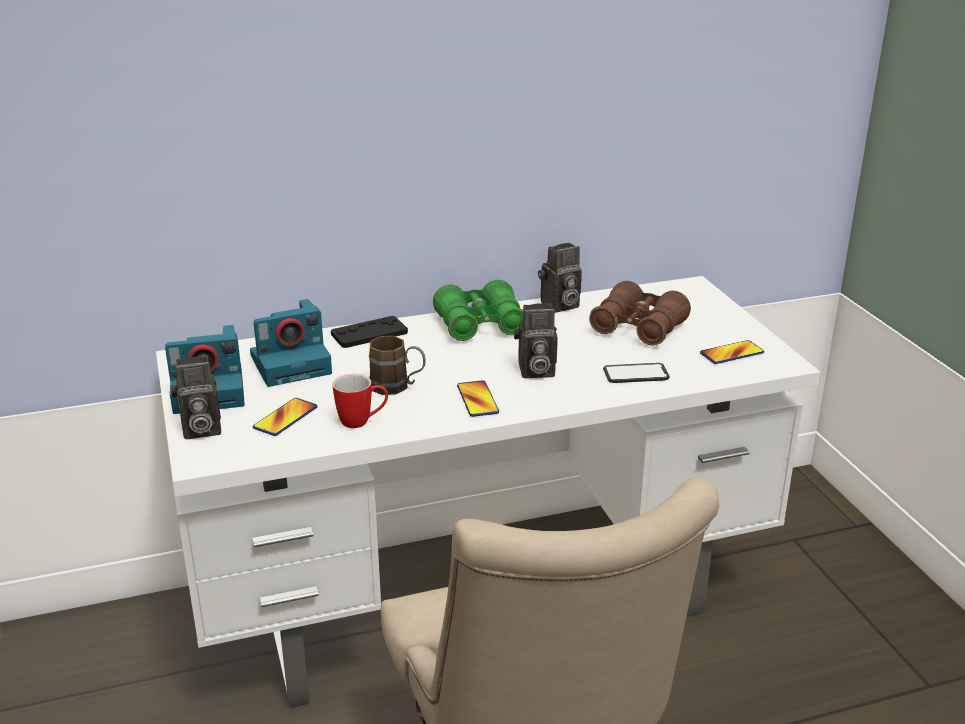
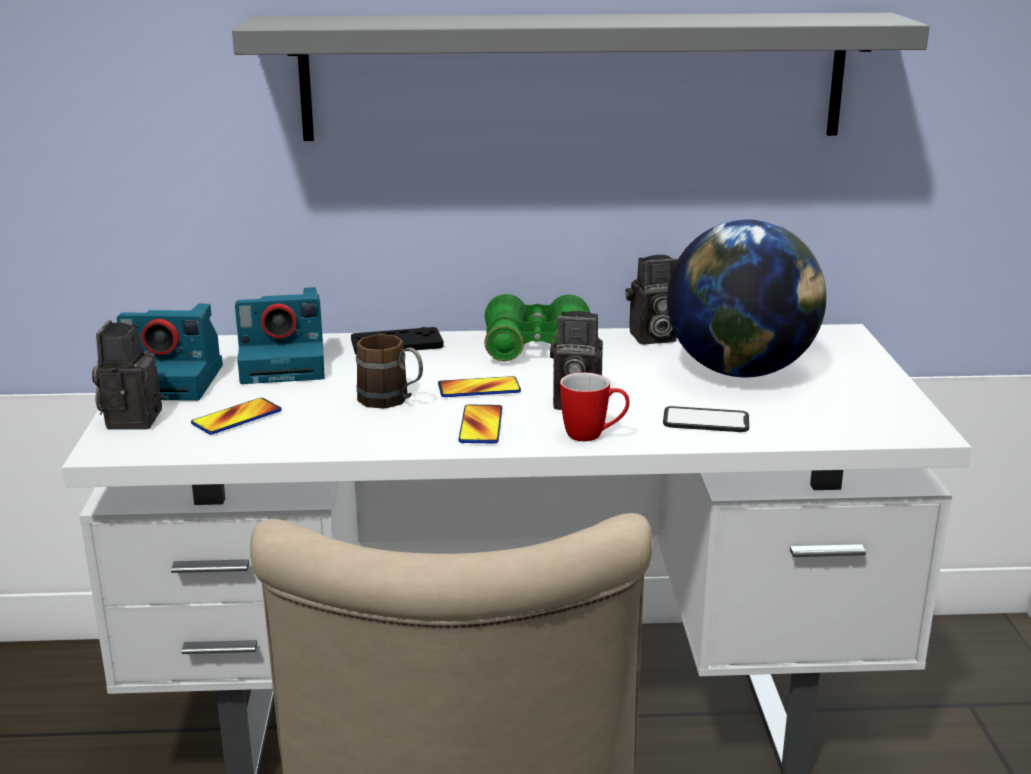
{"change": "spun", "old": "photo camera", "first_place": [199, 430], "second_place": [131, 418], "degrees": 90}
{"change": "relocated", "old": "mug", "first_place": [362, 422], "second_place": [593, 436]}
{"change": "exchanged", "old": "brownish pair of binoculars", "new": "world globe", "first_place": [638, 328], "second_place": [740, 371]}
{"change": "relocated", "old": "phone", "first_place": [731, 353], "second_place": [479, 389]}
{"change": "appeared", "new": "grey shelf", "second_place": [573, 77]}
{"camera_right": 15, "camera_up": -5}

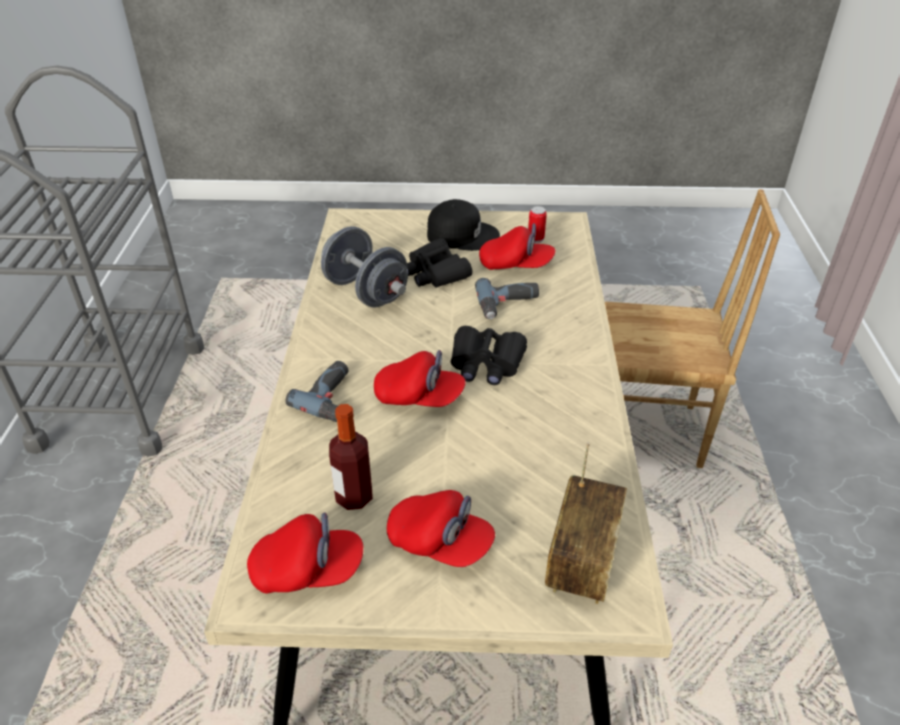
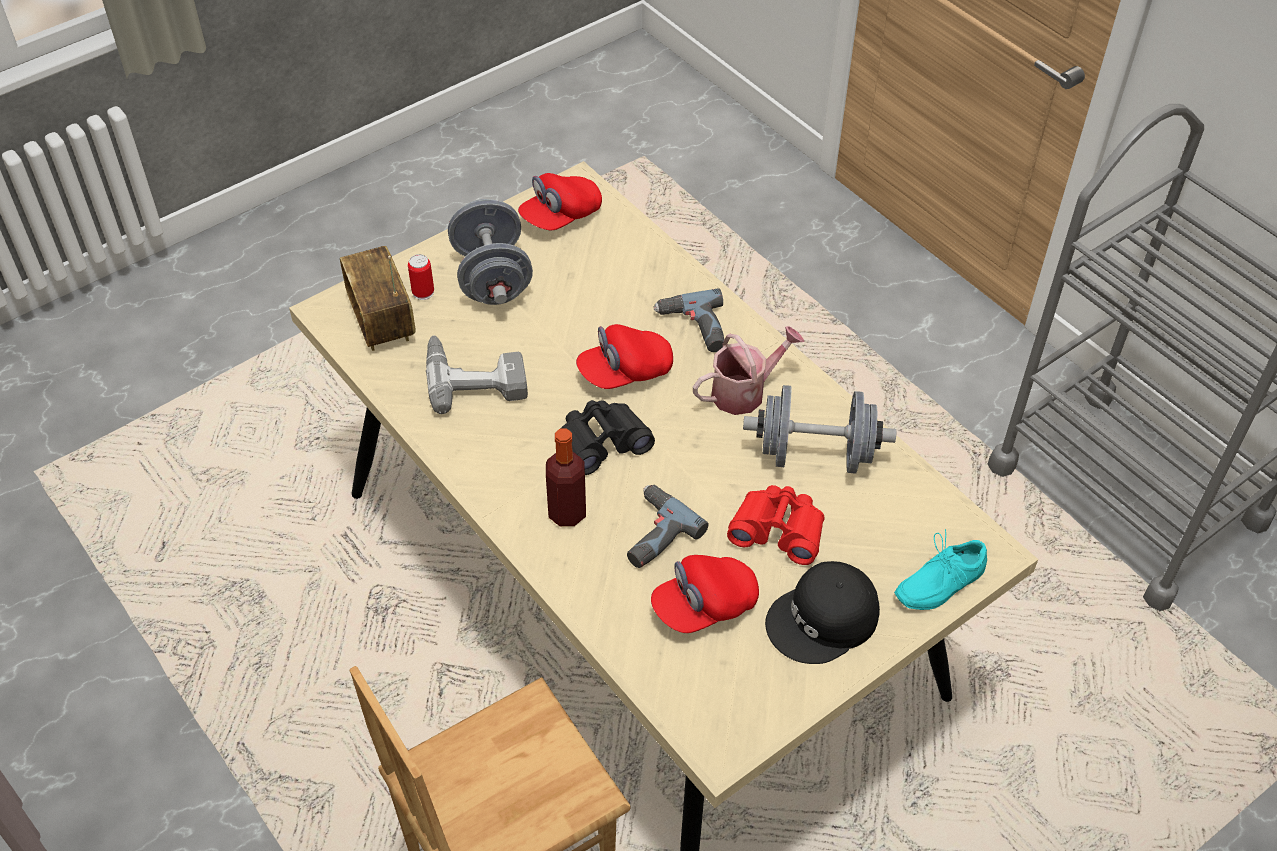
{"change": "relocated", "old": "drink bottle", "first_place": [354, 497], "second_place": [567, 513]}
{"change": "exchanged", "old": "reddish cap", "new": "grey free weight", "first_place": [440, 543], "second_place": [492, 277]}
{"change": "colour", "old": "blackish pair of binoculars", "new": "reddish pair of binoculars", "first_place": [435, 273], "second_place": [778, 530]}
{"change": "relocated", "old": "can", "first_place": [535, 239], "second_place": [423, 292]}
{"change": "appeared", "new": "drill", "second_place": [475, 376]}
{"change": "appeared", "new": "sprinkling can", "second_place": [744, 391]}
{"change": "appeared", "new": "turquoise low shoe", "second_place": [937, 581]}
{"camera_right": 140, "camera_up": 10}

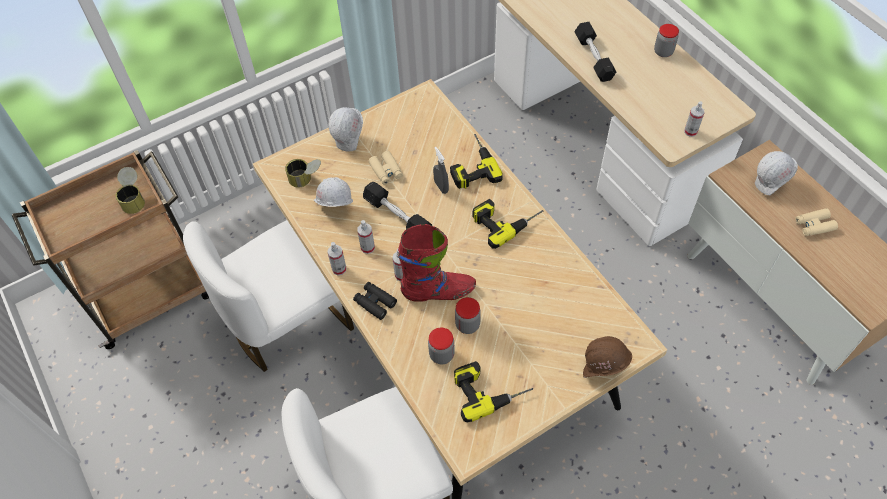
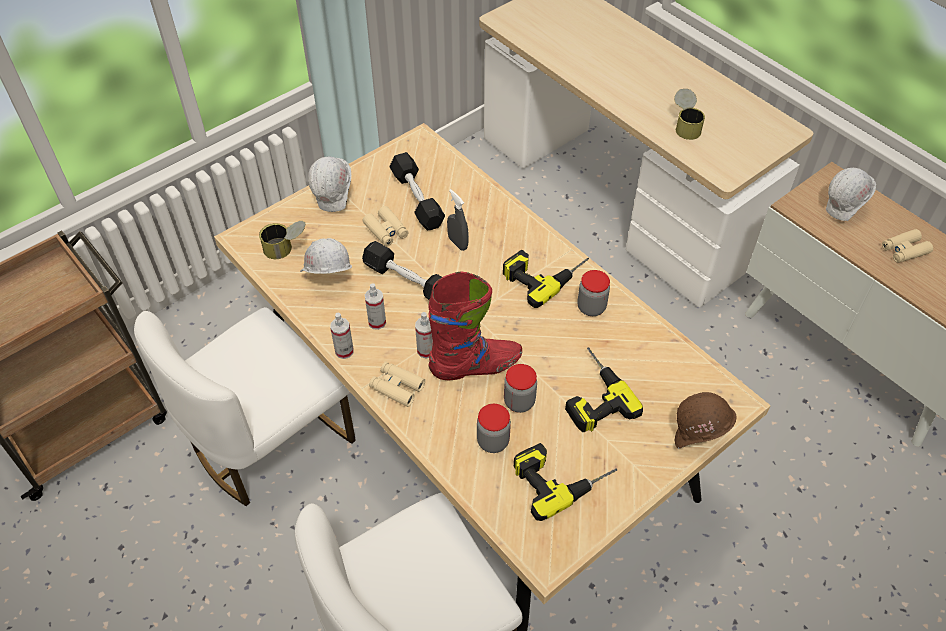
{"change": "relocated", "old": "can", "first_place": [134, 198], "second_place": [685, 126]}
{"change": "colour", "old": "blackish pair of binoculars", "new": "beige-coloured pair of binoculars", "first_place": [375, 302], "second_place": [397, 387]}
{"change": "relocated", "old": "drill", "first_place": [471, 165], "second_place": [591, 394]}
{"change": "relocated", "old": "blackish free weight", "first_place": [593, 58], "second_place": [417, 199]}
{"change": "relocated", "old": "storage jar", "first_place": [663, 52], "second_place": [591, 307]}
{"change": "missing", "old": "spray bottle", "first_place": [690, 131]}
{"camera_right": -10, "camera_up": -5}

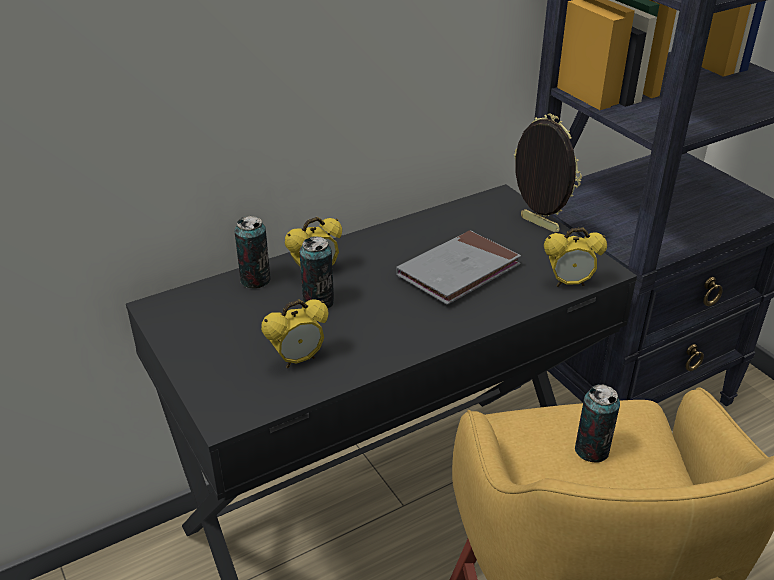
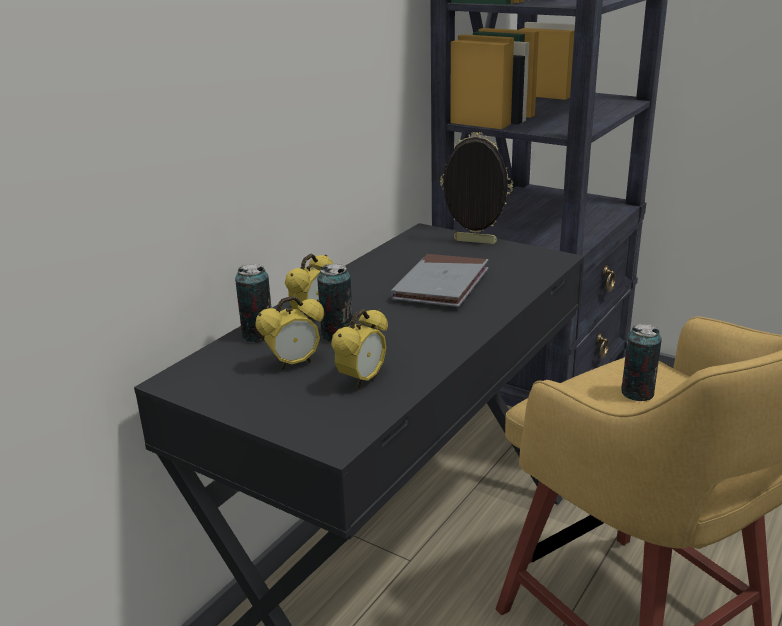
{"change": "relocated", "old": "alarm clock", "first_place": [569, 283], "second_place": [294, 364]}
{"camera_right": -25, "camera_up": -10}

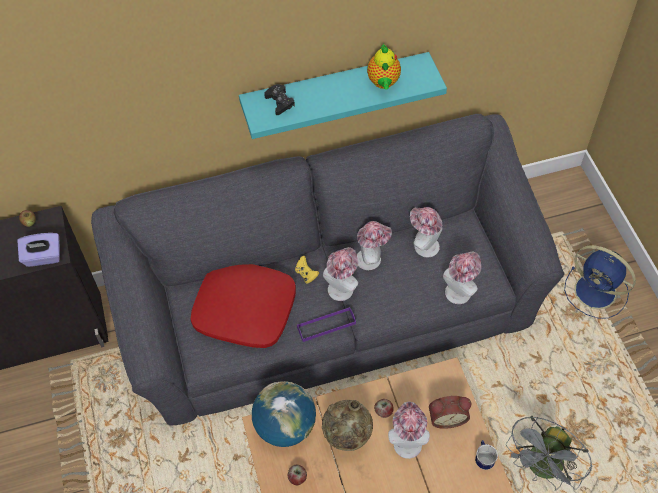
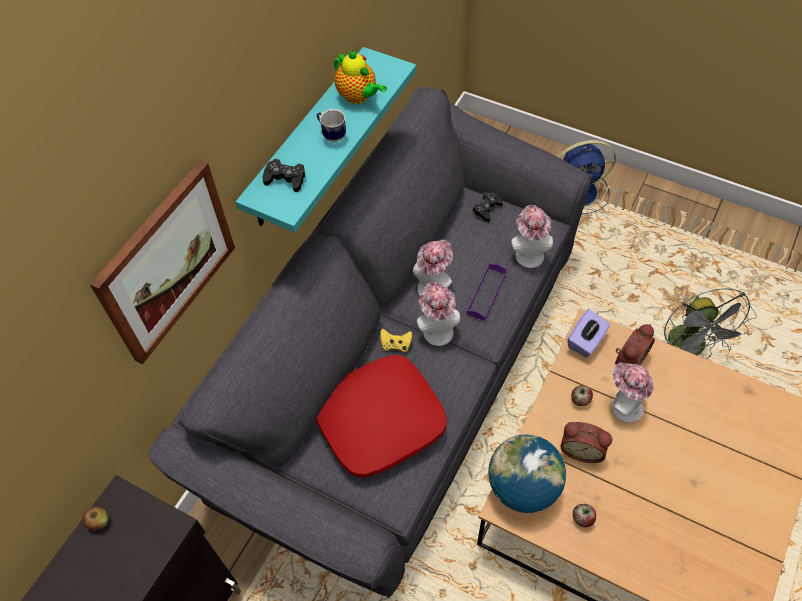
{"change": "relocated", "old": "purple box of tissues", "first_place": [43, 257], "second_place": [586, 341]}
{"change": "relocated", "old": "purple carrying tray", "first_place": [326, 325], "second_place": [486, 293]}
{"change": "exchanged", "old": "beige-coloured flower vase", "new": "alarm clock", "first_place": [347, 440], "second_place": [582, 449]}
{"change": "missing", "old": "clothing hat", "first_place": [423, 245]}
{"change": "relocated", "old": "mug", "first_place": [483, 459], "second_place": [331, 135]}
{"change": "appeared", "new": "picture", "second_place": [166, 262]}
{"change": "appeared", "new": "blackish joypad", "second_place": [487, 209]}
{"camera_right": -45, "camera_up": 0}

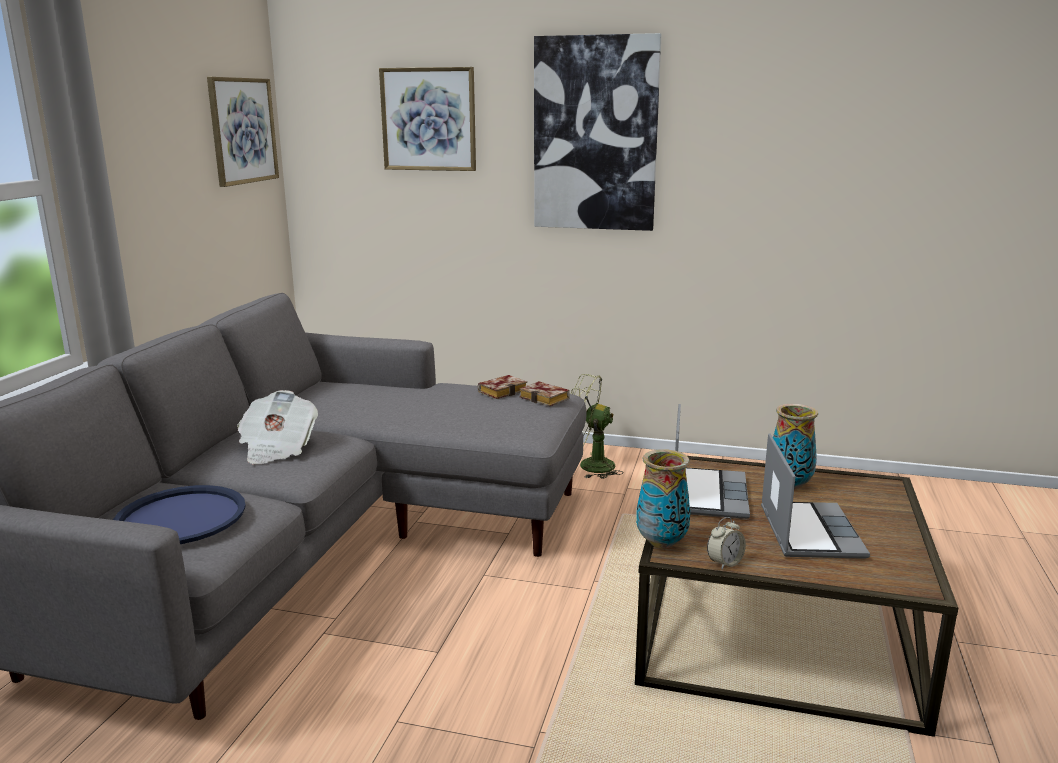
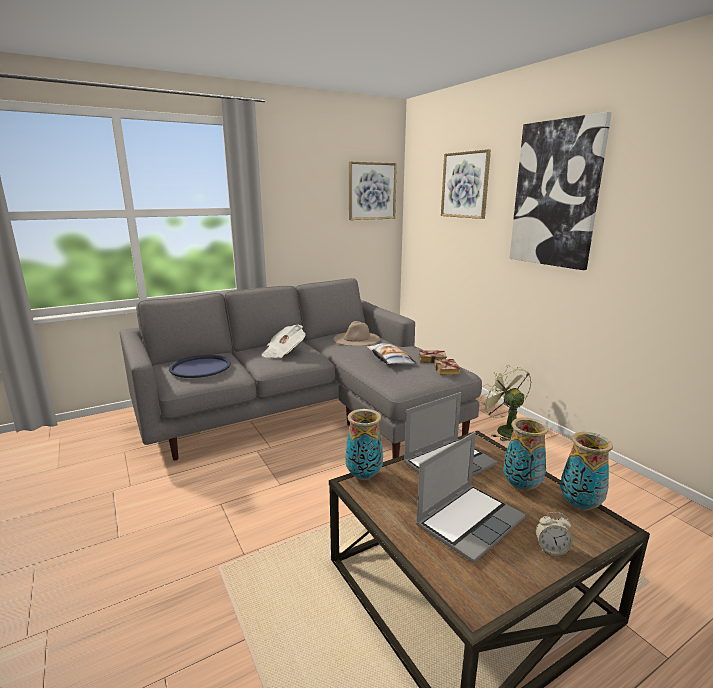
{"change": "relocated", "old": "alarm clock", "first_place": [725, 563], "second_place": [551, 549]}
{"change": "appeared", "new": "beige-coloured clothing hat", "second_place": [356, 338]}
{"change": "appeared", "new": "throw pillow", "second_place": [390, 359]}
{"change": "appeared", "new": "flower vase", "second_place": [579, 505]}
{"camera_right": 45, "camera_up": 0}

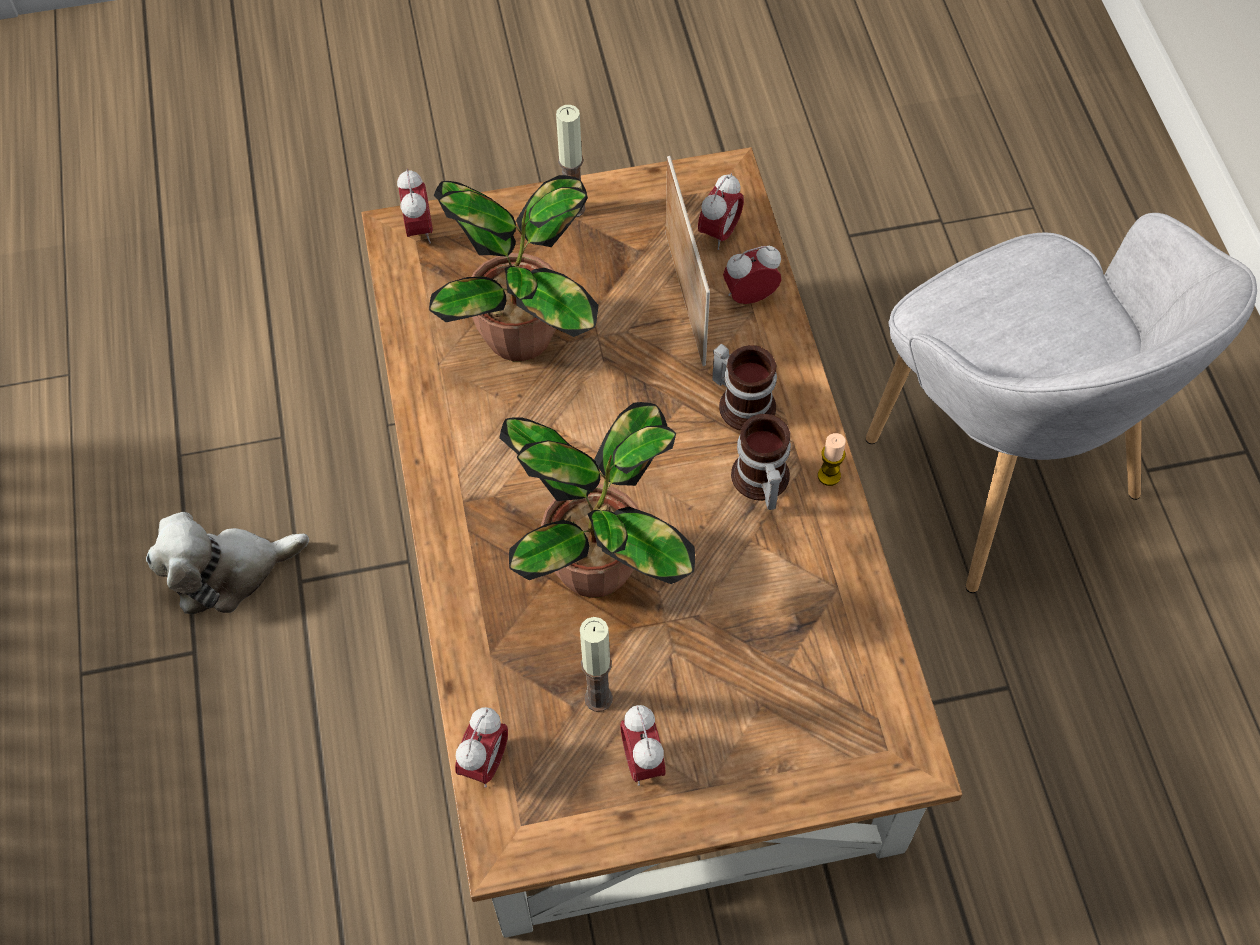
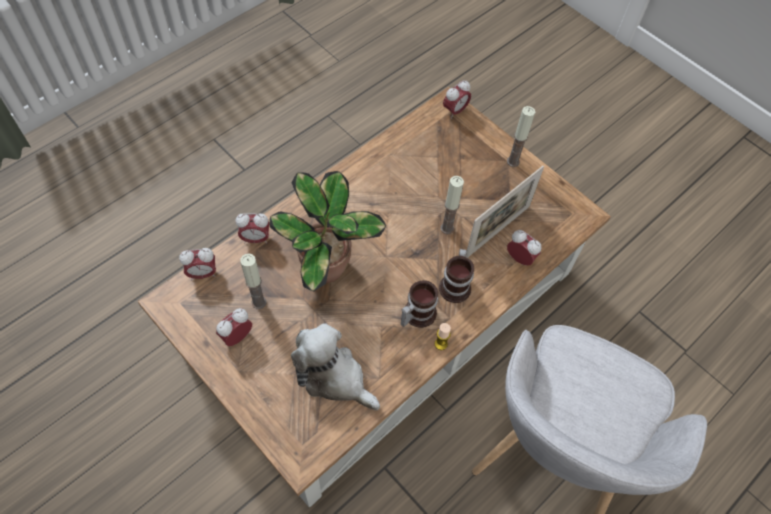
{"change": "relocated", "old": "plush toy", "first_place": [228, 572], "second_place": [334, 376]}
{"change": "missing", "old": "houseplant", "first_place": [524, 333]}
{"change": "relocated", "old": "alarm clock", "first_place": [719, 233], "second_place": [255, 239]}
{"change": "appeared", "new": "candle", "second_place": [447, 228]}
{"camera_right": 55, "camera_up": 0}

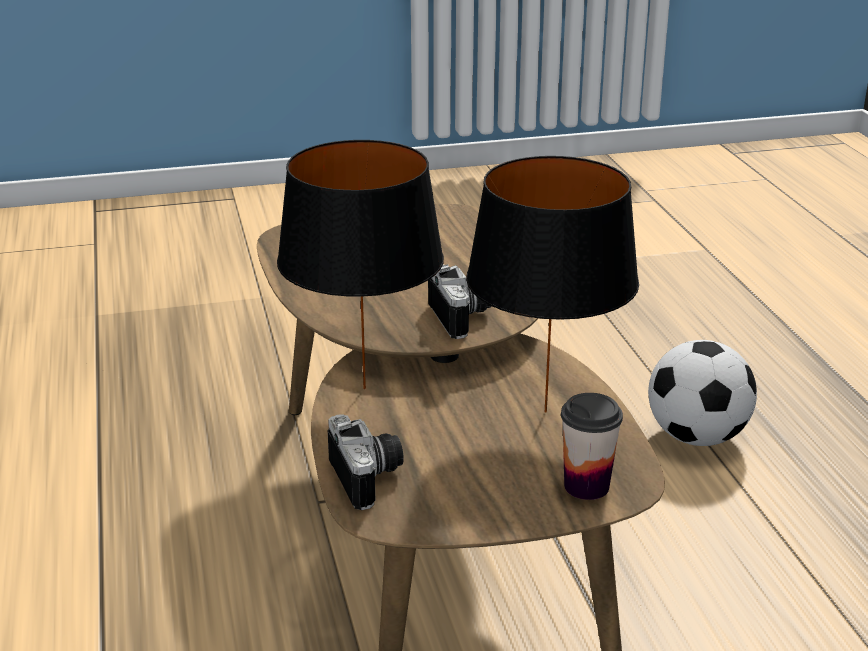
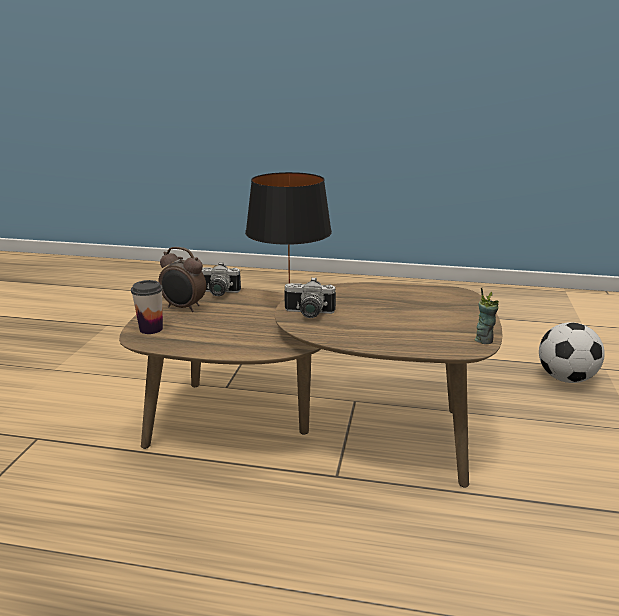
{"change": "missing", "old": "blackish table lamp", "first_place": [544, 412]}
{"change": "relocated", "old": "ball for football", "first_place": [696, 437], "second_place": [566, 379]}
{"change": "appeared", "new": "alarm clock", "second_place": [184, 308]}
{"change": "appeared", "new": "cup", "second_place": [484, 340]}
{"camera_right": 115, "camera_up": -5}

